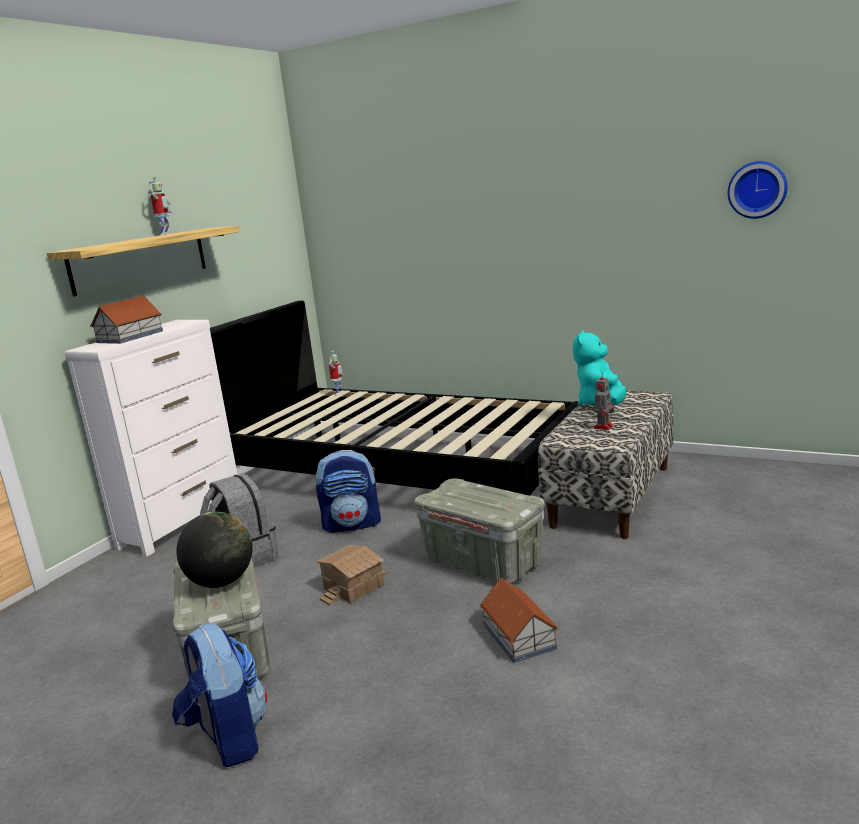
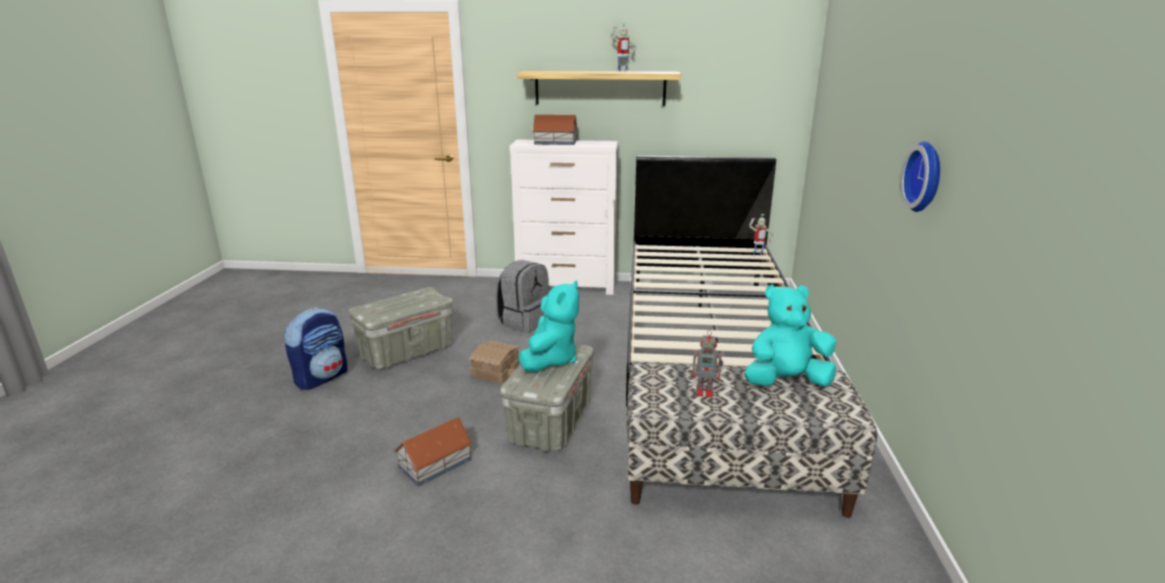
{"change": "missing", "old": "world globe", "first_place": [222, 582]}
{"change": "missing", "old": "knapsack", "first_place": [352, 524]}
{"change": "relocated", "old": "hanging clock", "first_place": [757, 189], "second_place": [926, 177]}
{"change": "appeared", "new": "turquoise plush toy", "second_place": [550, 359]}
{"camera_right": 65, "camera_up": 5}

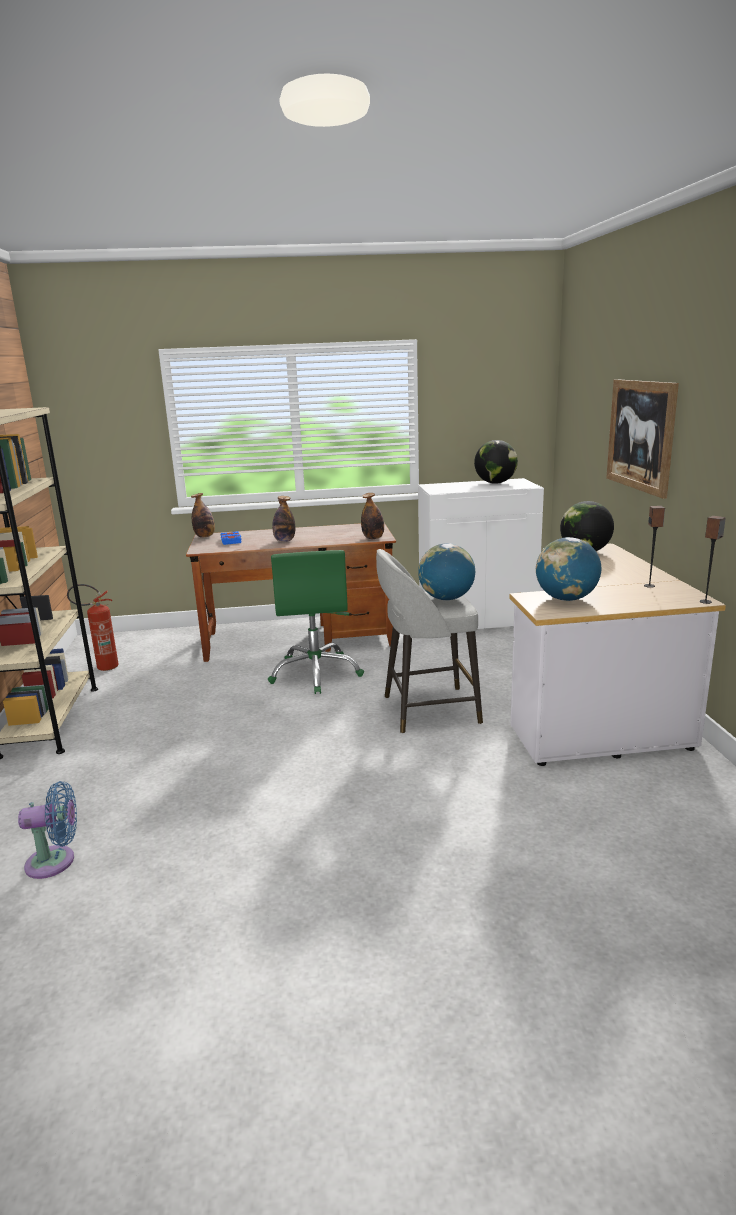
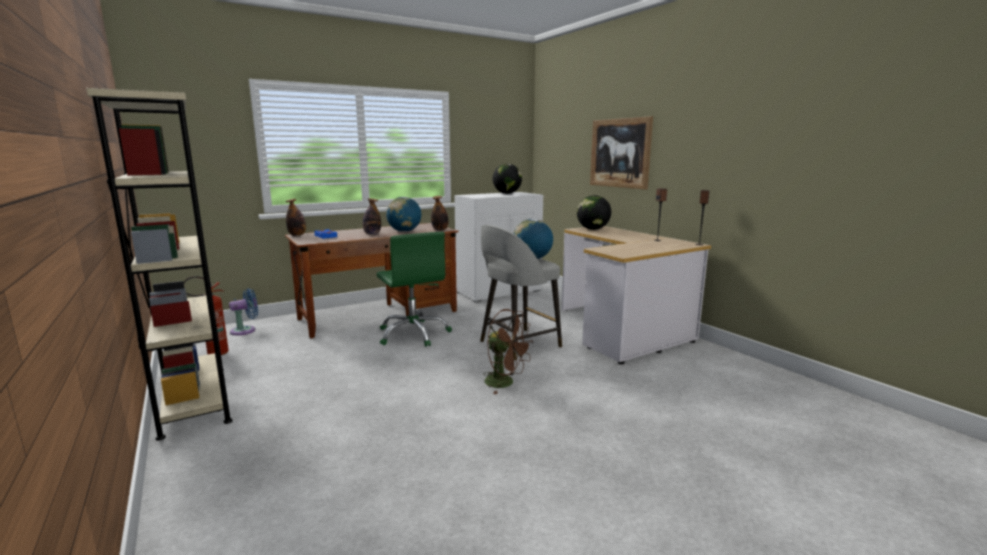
{"change": "relocated", "old": "blue cooling fan", "first_place": [55, 861], "second_place": [246, 330]}
{"change": "relocated", "old": "world globe", "first_place": [566, 599], "second_place": [404, 231]}
{"change": "appeared", "new": "brownish cooling fan", "second_place": [505, 383]}
{"camera_right": -25, "camera_up": -5}

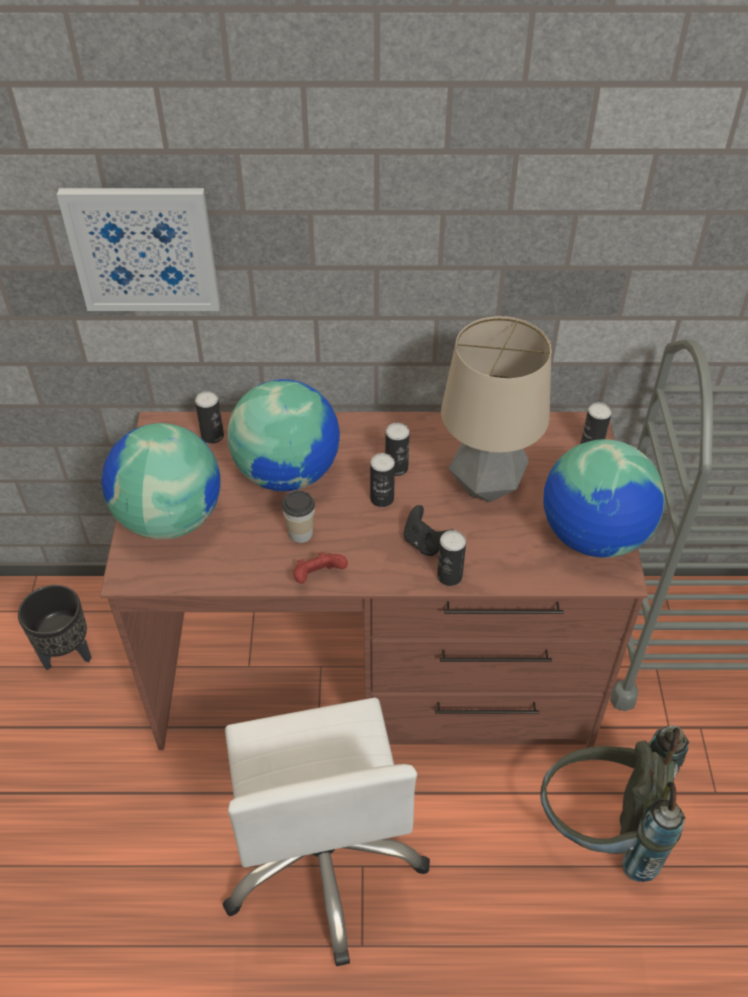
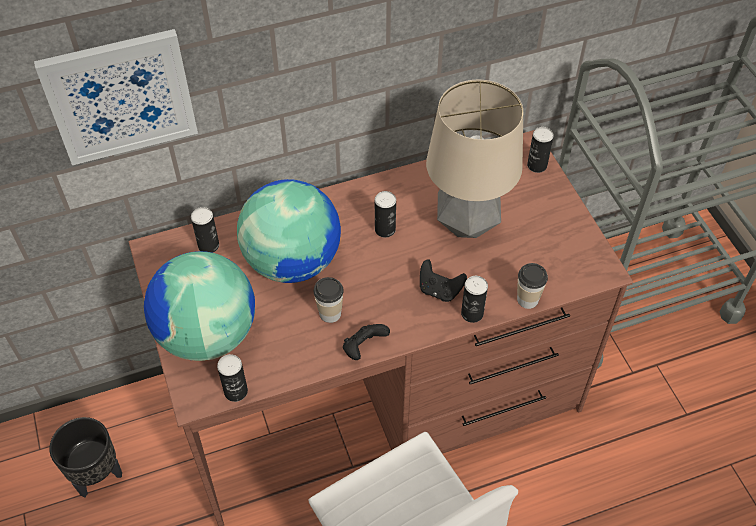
{"change": "colour", "old": "reddish joypad", "new": "blackish joypad", "first_place": [318, 577], "second_place": [363, 348]}
{"change": "relocated", "old": "can", "first_place": [382, 498], "second_place": [236, 391]}
{"change": "missing", "old": "grey knapsack", "first_place": [599, 830]}
{"change": "missing", "old": "world globe", "first_place": [593, 536]}
{"change": "appeared", "new": "cup", "second_place": [527, 299]}
{"camera_right": -20, "camera_up": 5}

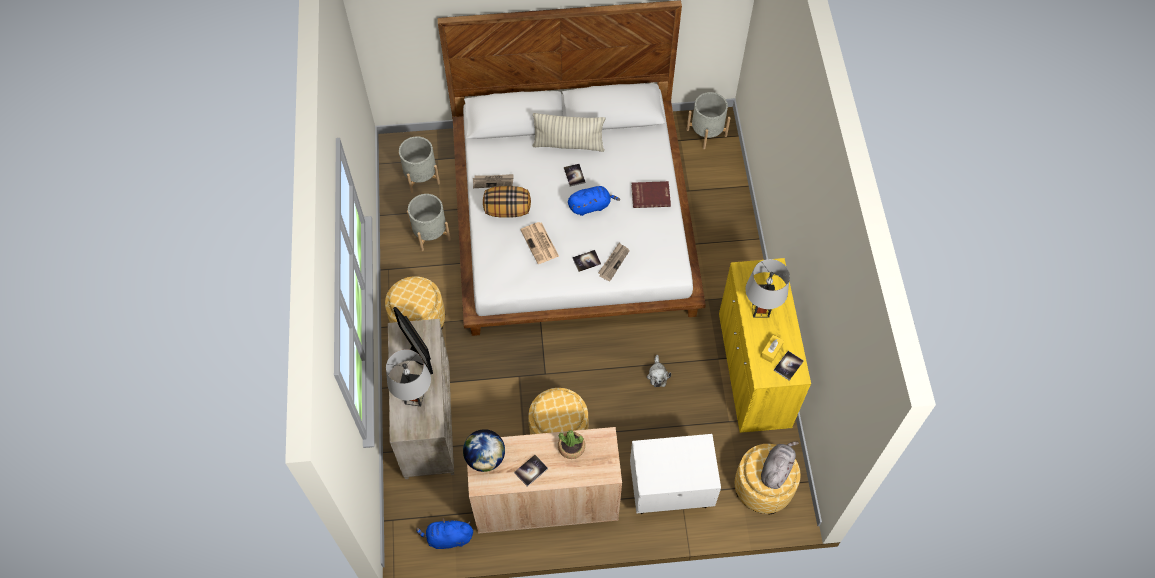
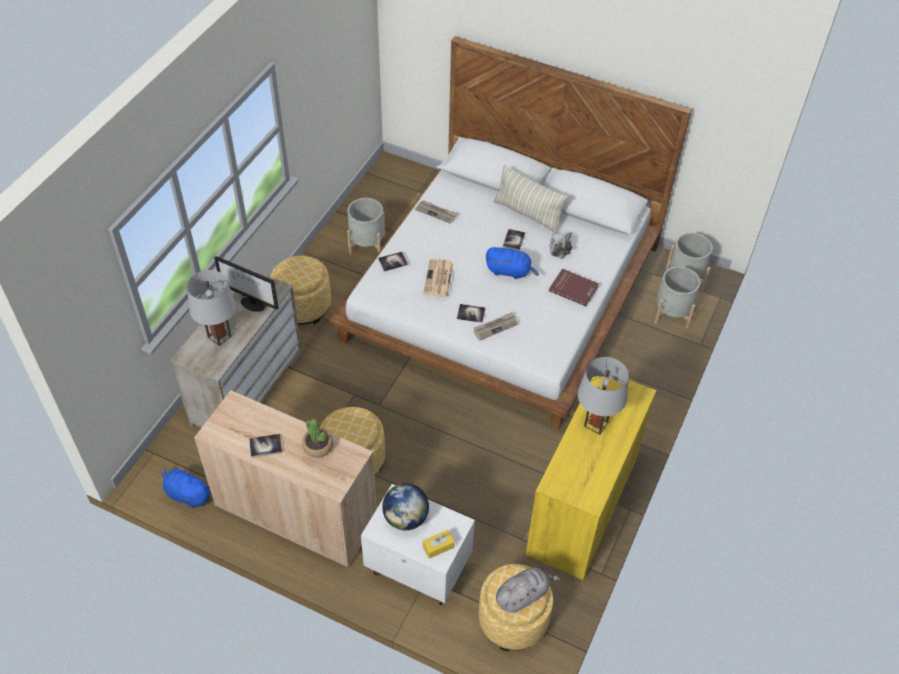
{"change": "spun", "old": "computer display", "first_place": [419, 354], "second_place": [252, 304], "degrees": -60}
{"change": "relocated", "old": "grey plant pot", "first_place": [421, 176], "second_place": [672, 313]}
{"change": "relocated", "old": "world globe", "first_place": [485, 458], "second_place": [406, 518]}
{"change": "missing", "old": "throw pillow", "first_place": [507, 209]}
{"change": "relocated", "old": "plush toy", "first_place": [657, 375], "second_place": [561, 248]}
{"change": "relocated", "old": "yellowish box of tissues", "first_place": [771, 351], "second_place": [438, 547]}
{"change": "relocated", "old": "bound book", "first_place": [788, 366], "second_place": [392, 262]}
{"camera_right": 30, "camera_up": -10}

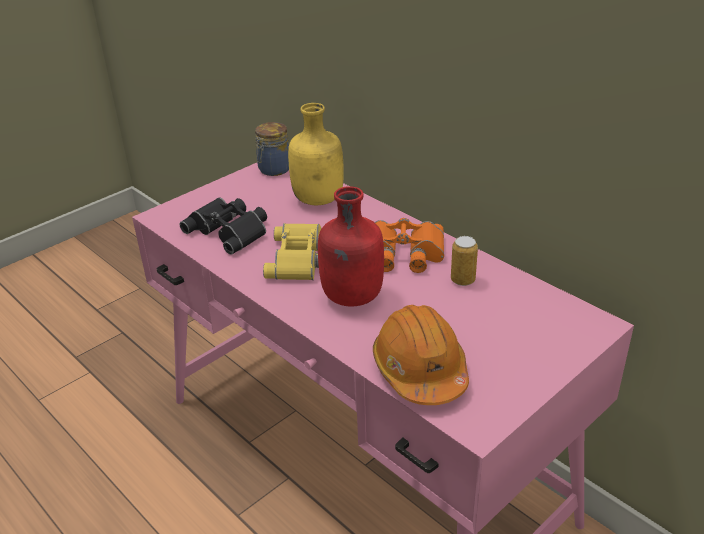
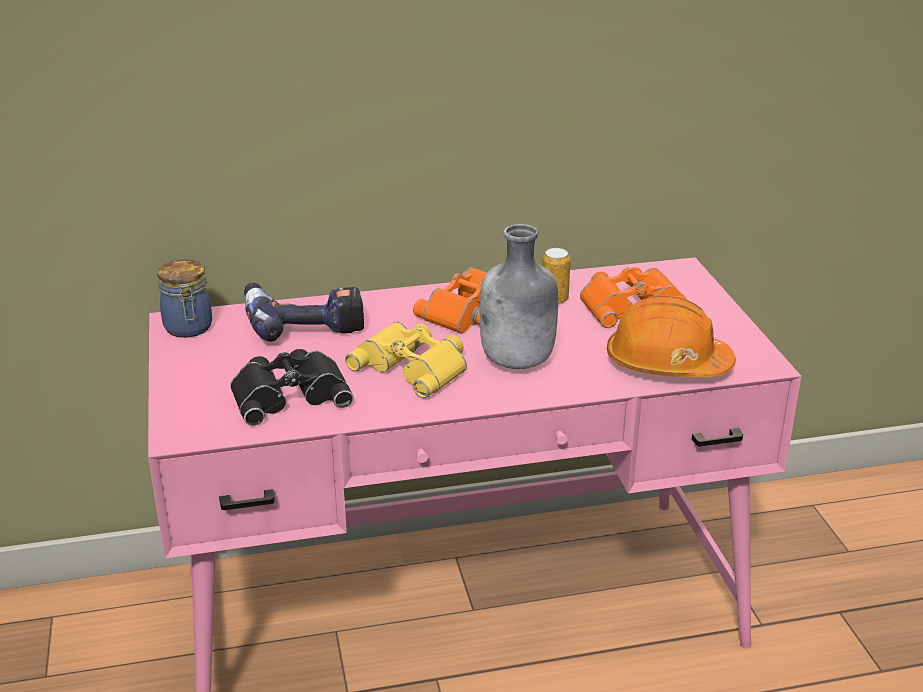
{"change": "exchanged", "old": "yellowish drink bottle", "new": "drill", "first_place": [319, 199], "second_place": [304, 322]}
{"change": "colour", "old": "reddish drink bottle", "new": "grey drink bottle", "first_place": [351, 297], "second_place": [518, 361]}
{"change": "appeared", "new": "orange pair of binoculars", "second_place": [630, 304]}
{"camera_right": -60, "camera_up": -5}

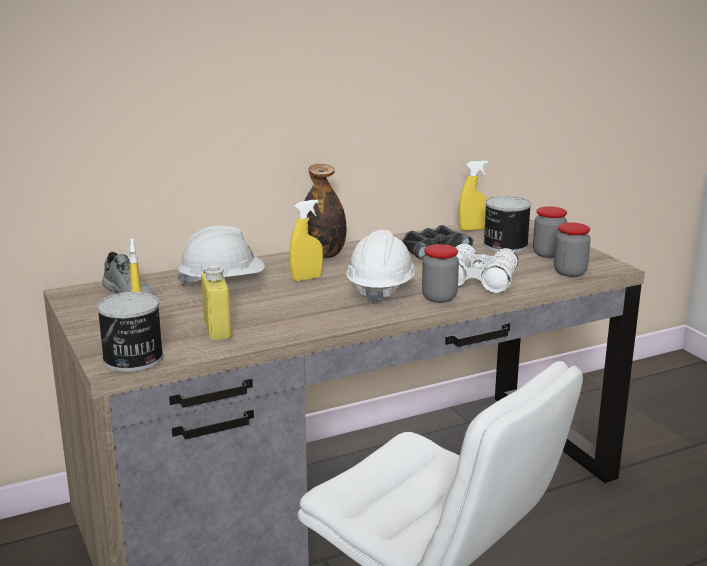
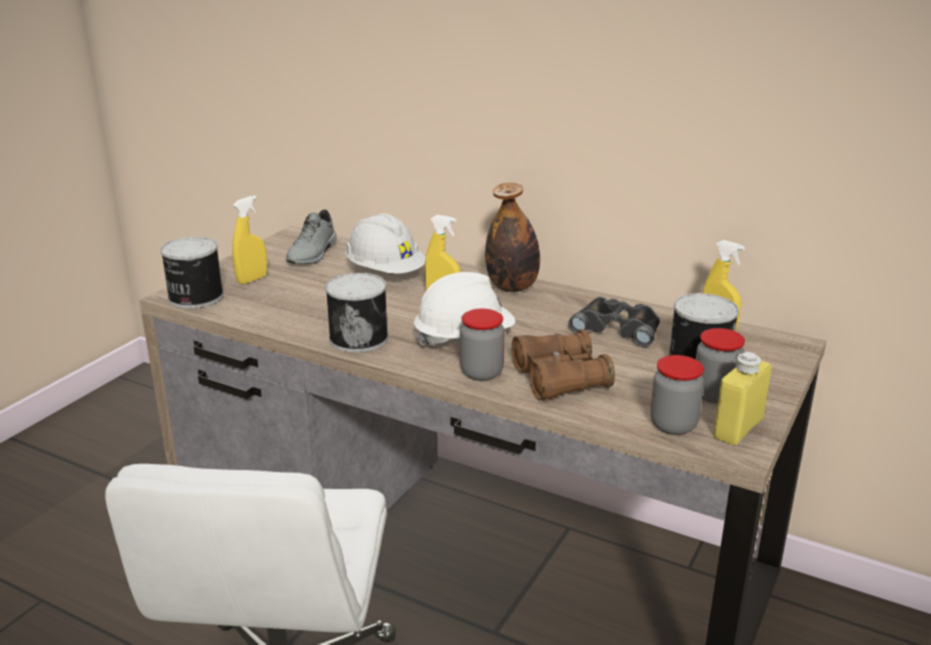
{"change": "relocated", "old": "yellowish drink bottle", "first_place": [217, 329], "second_place": [738, 429]}
{"change": "colour", "old": "whitish pair of binoculars", "new": "brownish pair of binoculars", "first_place": [478, 281], "second_place": [560, 379]}
{"change": "appeared", "new": "can", "second_place": [359, 338]}
{"camera_right": 55, "camera_up": 5}

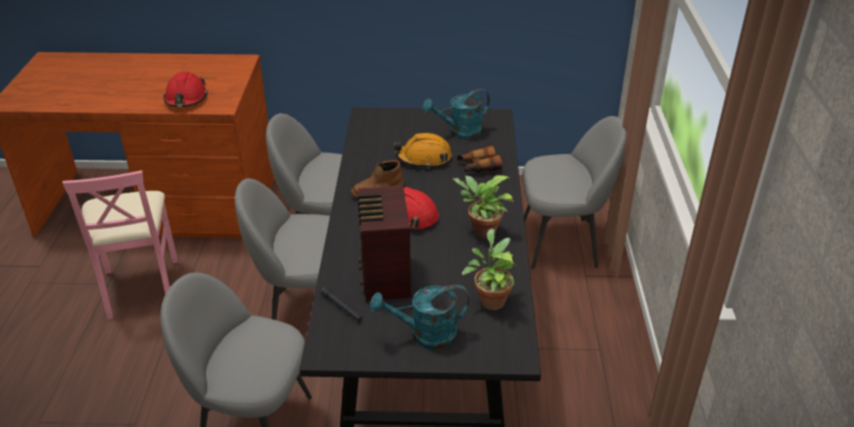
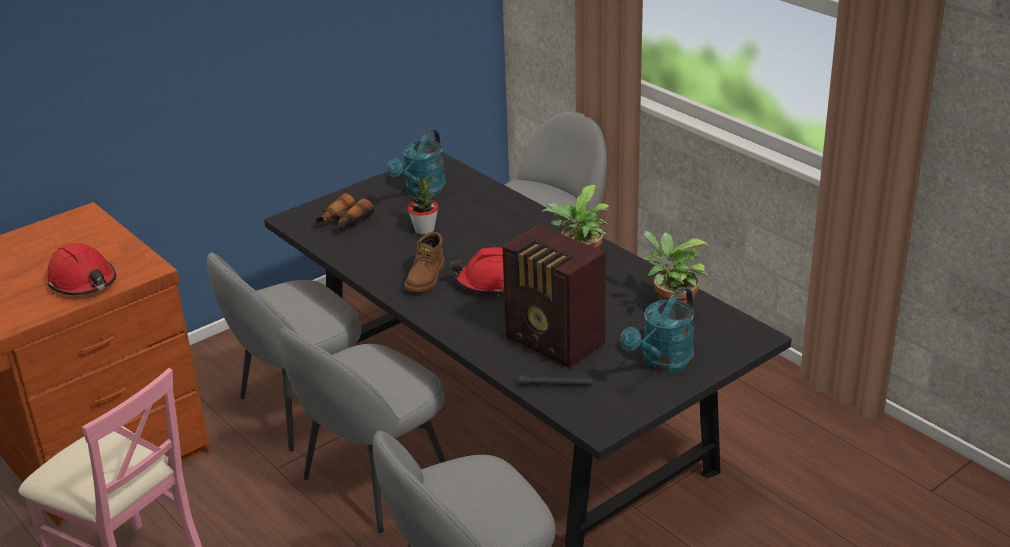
{"change": "exchanged", "old": "orange hard hat", "new": "houseplant", "first_place": [424, 158], "second_place": [424, 230]}
{"change": "relocated", "old": "pair of binoculars", "first_place": [478, 167], "second_place": [343, 223]}
{"camera_right": -40, "camera_up": -5}

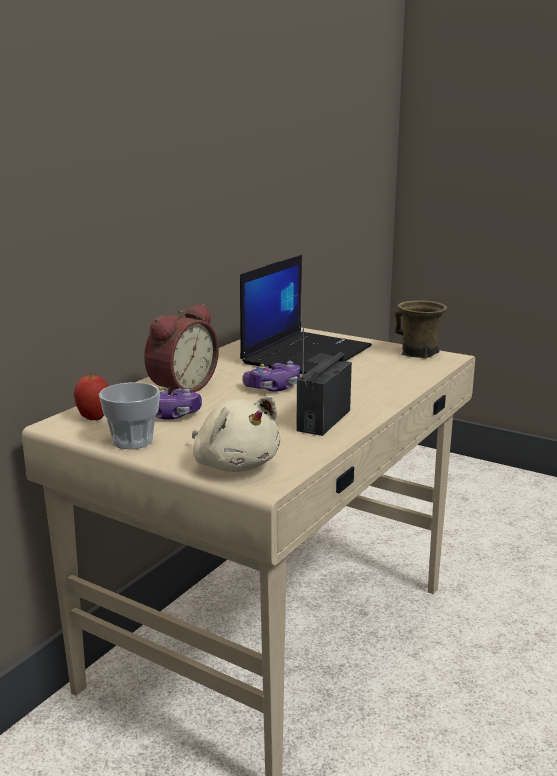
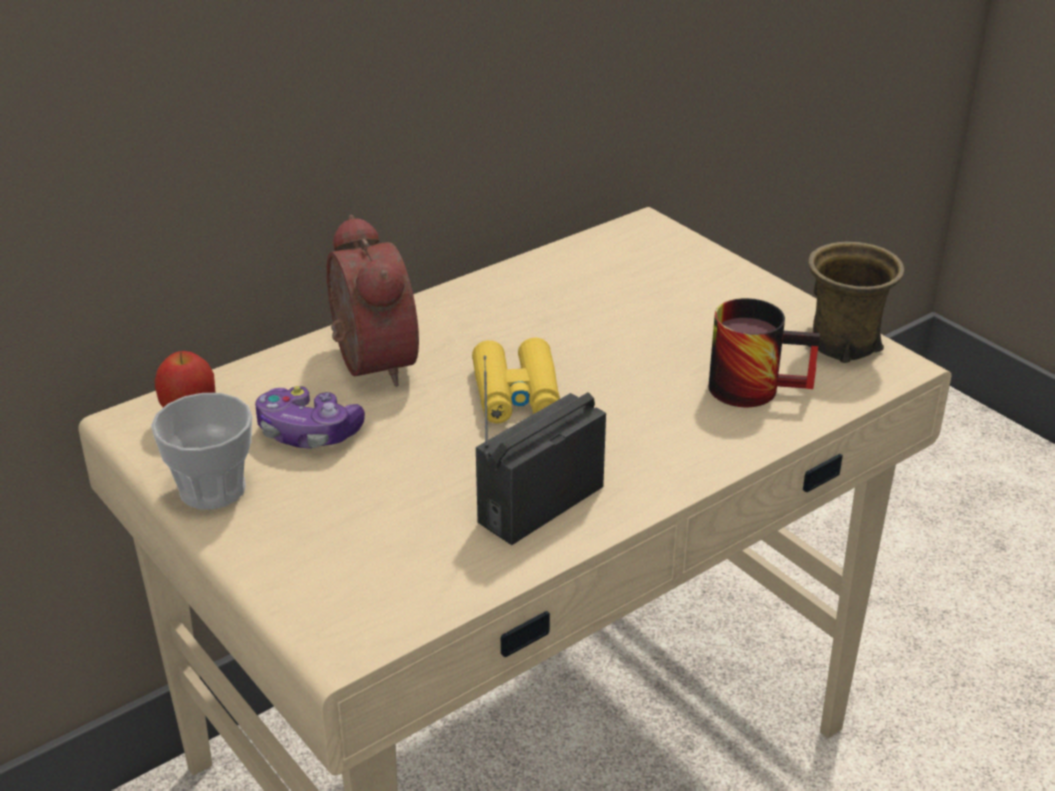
{"change": "spun", "old": "alarm clock", "first_place": [180, 387], "second_place": [367, 363], "degrees": -75}
{"change": "missing", "old": "beige-coloured plush toy", "first_place": [235, 464]}
{"change": "missing", "old": "laptop", "first_place": [306, 354]}
{"change": "exchanged", "old": "joypad", "new": "yellowish pair of binoculars", "first_place": [273, 387], "second_place": [516, 394]}
{"change": "appeared", "new": "mug", "second_place": [755, 385]}
{"camera_right": 20, "camera_up": 15}

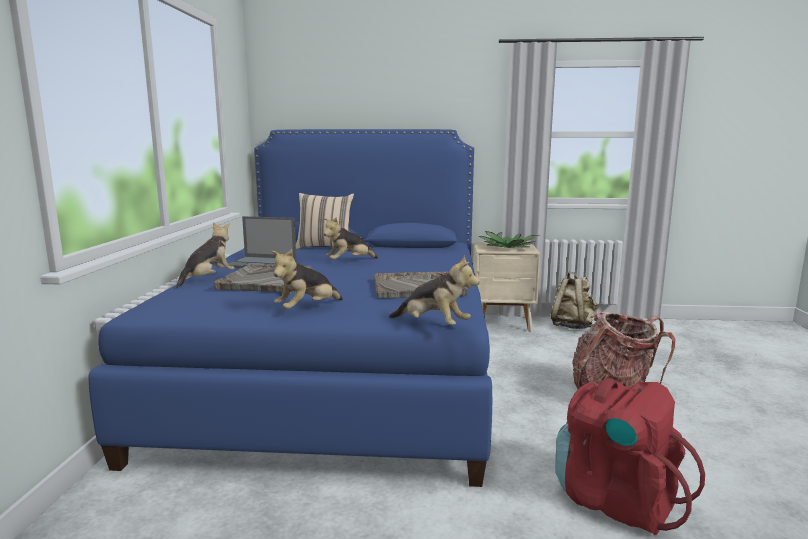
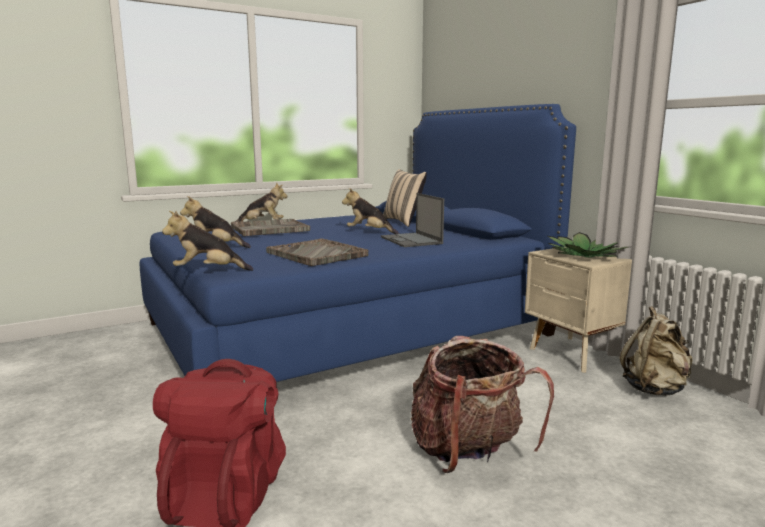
{"change": "relocated", "old": "laptop", "first_place": [262, 263], "second_place": [411, 240]}
{"change": "spun", "old": "plush toy", "first_place": [433, 325], "second_place": [208, 271], "degrees": 90}
{"camera_right": 55, "camera_up": 0}

